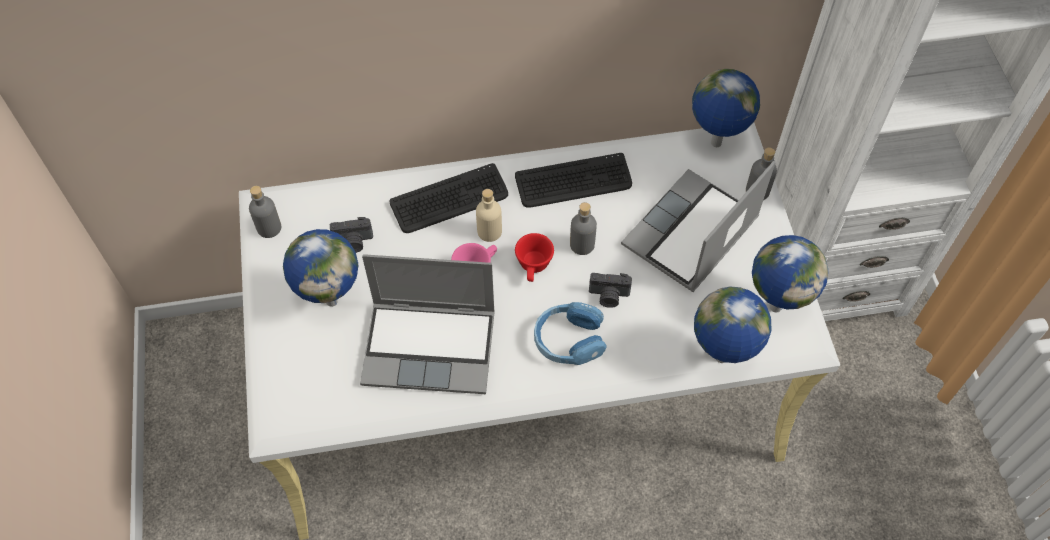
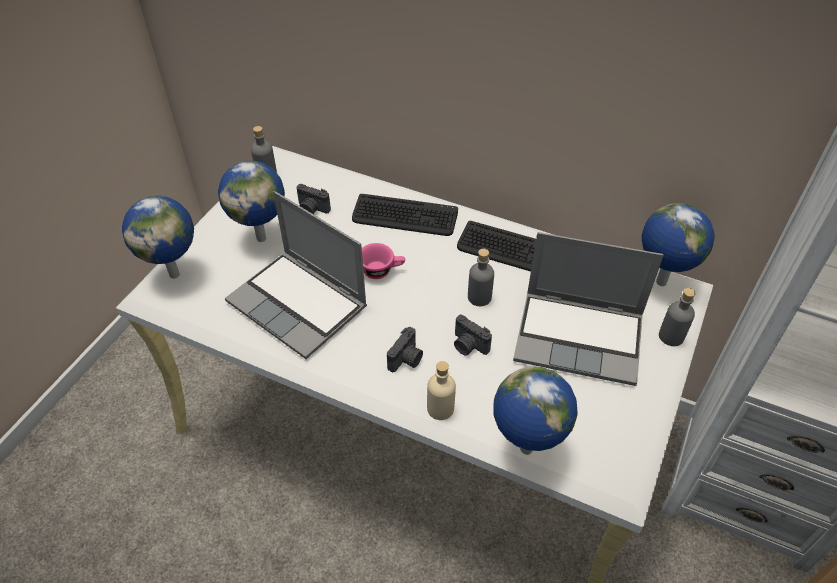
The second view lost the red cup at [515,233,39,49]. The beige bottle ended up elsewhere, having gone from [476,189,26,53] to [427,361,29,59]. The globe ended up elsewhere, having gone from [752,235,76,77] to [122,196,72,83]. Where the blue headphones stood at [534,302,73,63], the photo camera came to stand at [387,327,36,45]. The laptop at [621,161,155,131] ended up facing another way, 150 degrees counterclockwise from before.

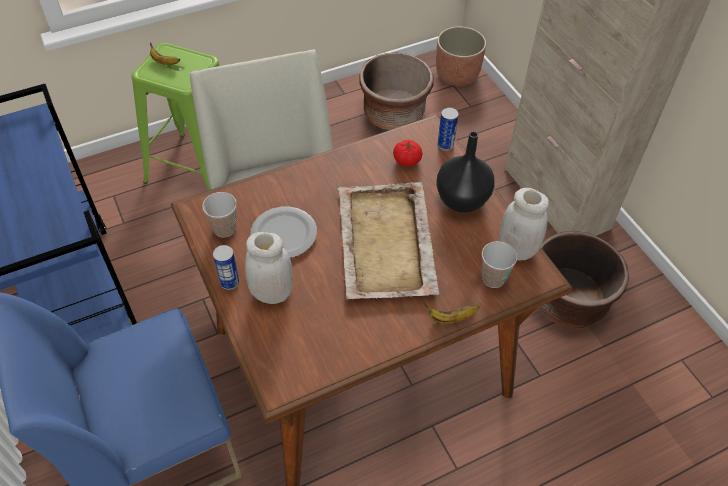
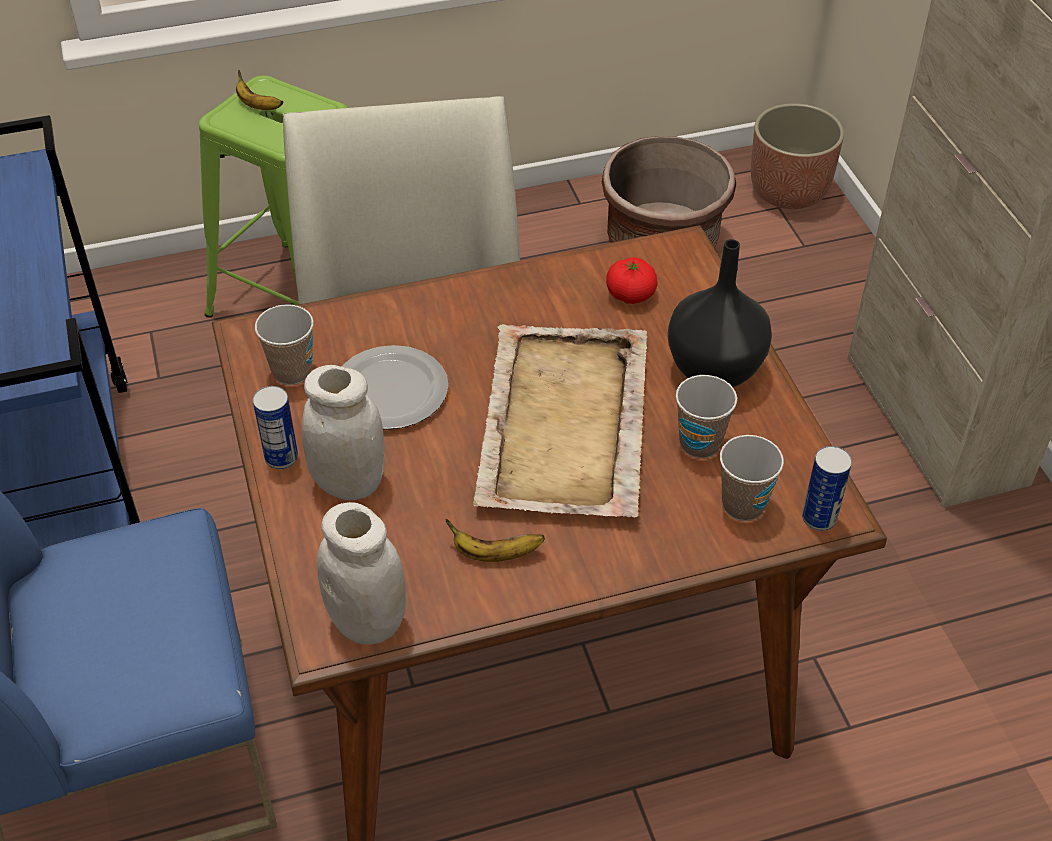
The second view lost the brown planter at [539,231,90,97]. The second view gained the cup at [676,375,61,83]. The banana ended up elsewhere, having gone from [424,303,56,21] to [445,519,100,43]. The can ended up elsewhere, having gone from [437,107,22,44] to [802,446,50,85]. The white jar ended up elsewhere, having gone from [500,188,49,72] to [317,502,89,143].

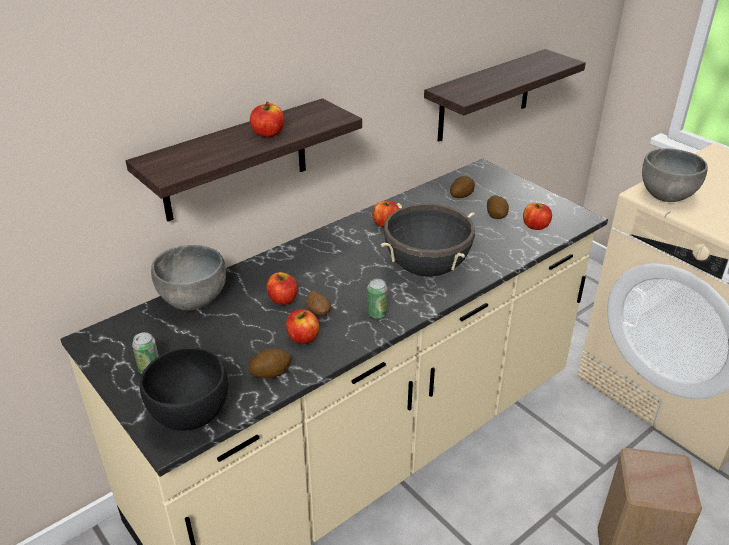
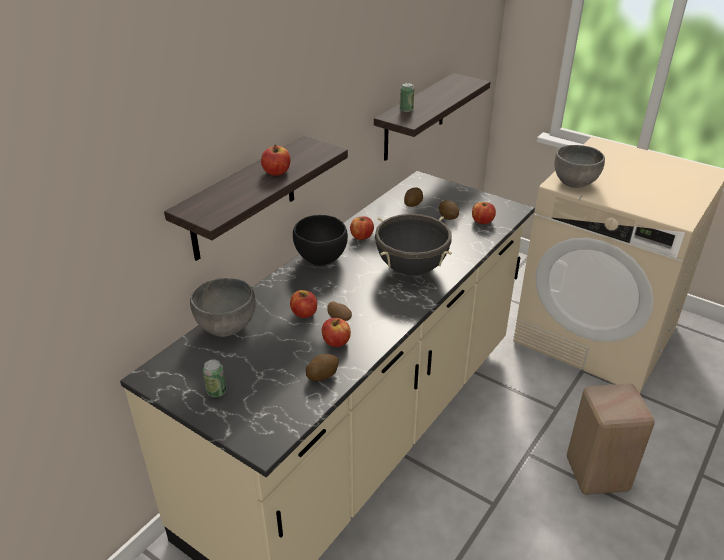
The black bowl ended up elsewhere, having gone from [140,347,88,84] to [293,215,55,51]. The can ended up elsewhere, having gone from [367,279,21,39] to [400,83,14,29].

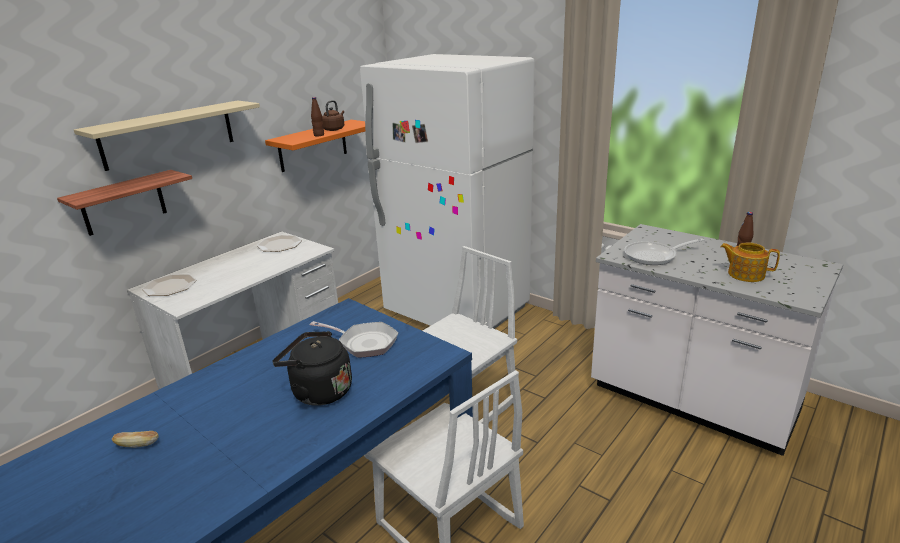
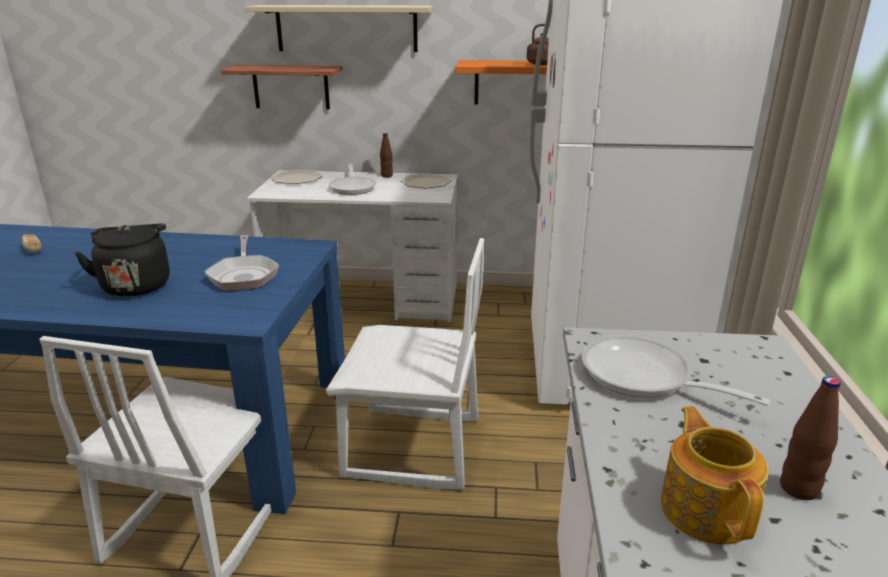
The second view gained the frying pan at [329,164,48,31]. The brown bottle ended up elsewhere, having gone from [311,97,13,40] to [380,133,13,44].

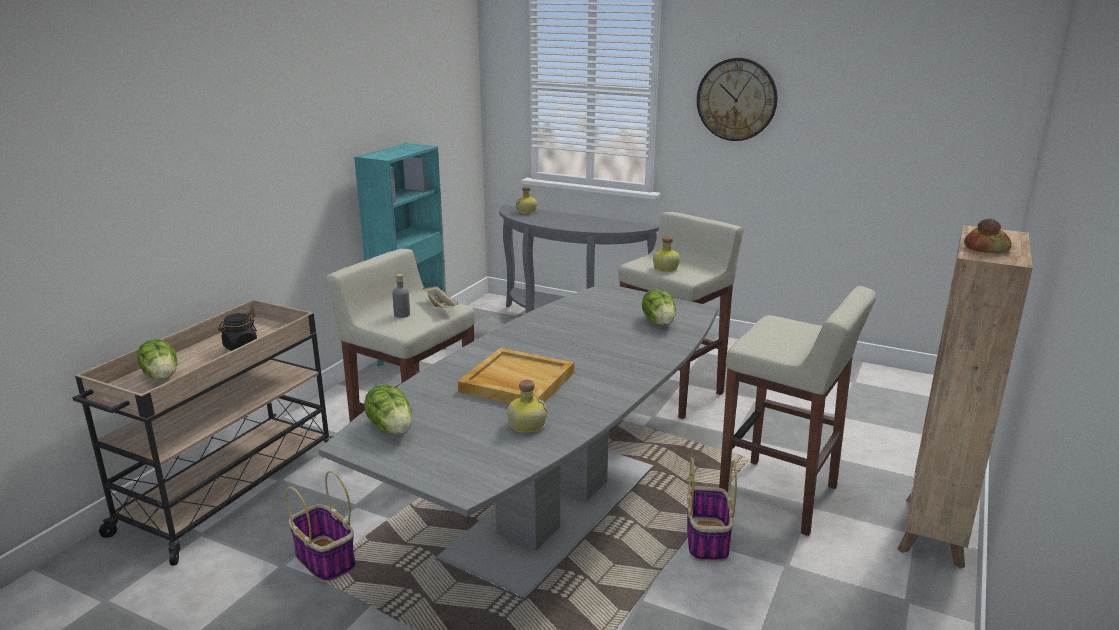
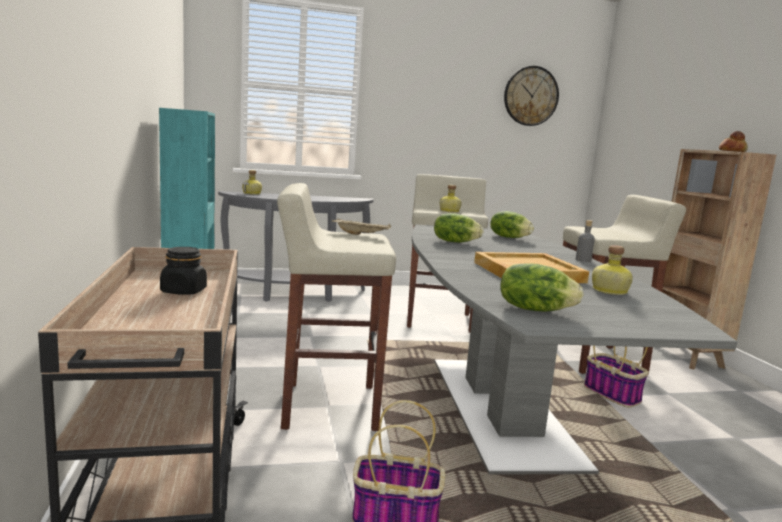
The lettuce ended up elsewhere, having gone from [137,339,40,41] to [434,213,49,29]. The grey bottle ended up elsewhere, having gone from [393,274,17,44] to [576,220,19,42]. The wall clock ended up elsewhere, having gone from [697,58,81,83] to [504,66,55,60].

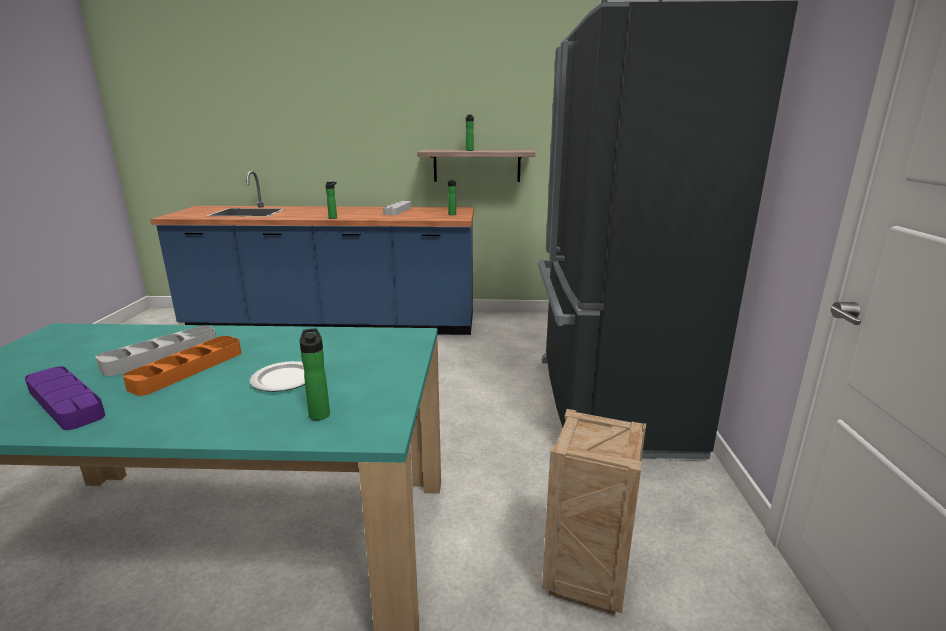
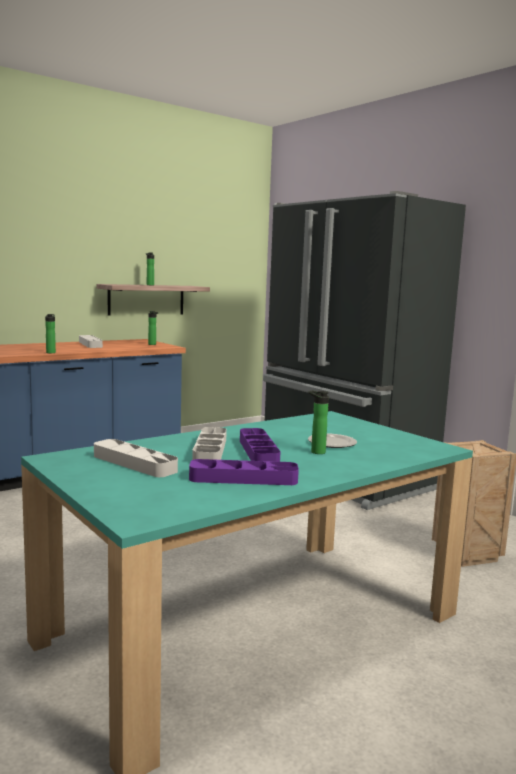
The second view gained the grey tray at [94,439,84,38]. The bottle ended up elsewhere, having gone from [299,328,31,92] to [308,390,21,64]. What was the orange tray at [123,336,118,60] turned into the purple tray at [240,428,41,34].

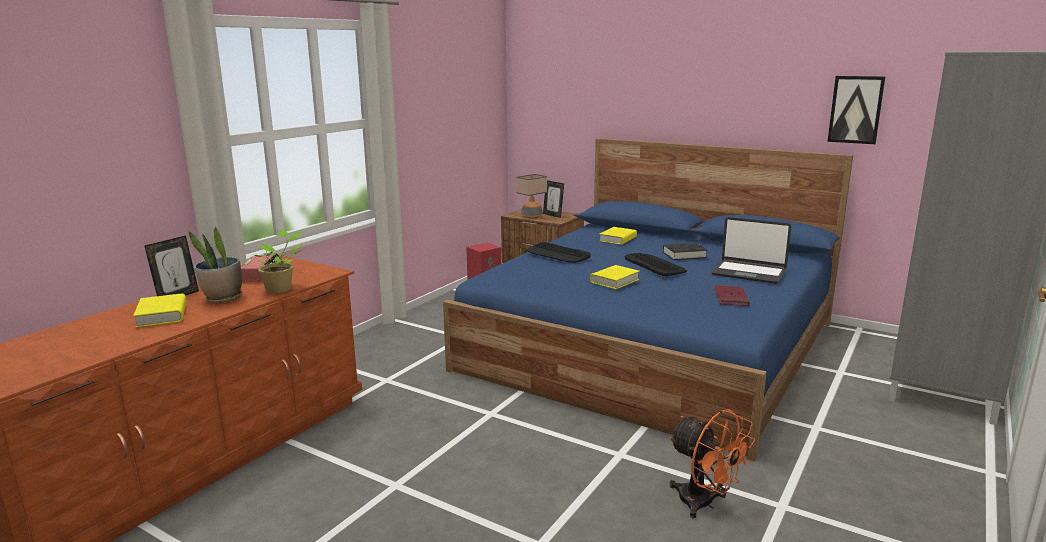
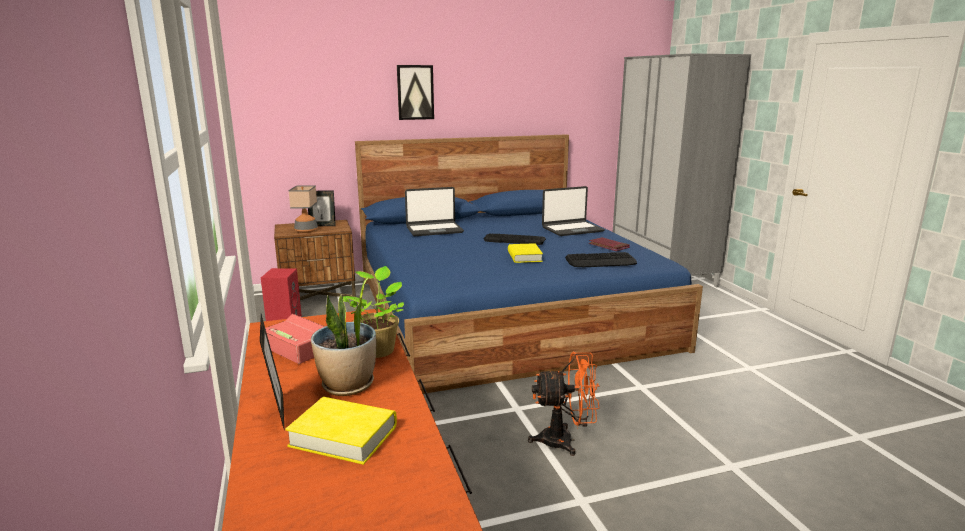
The second view lost the black book at [663,243,45,17]. The keyboard ended up elsewhere, having gone from [526,242,65,21] to [565,252,72,15]. The orange fan ended up elsewhere, having gone from [669,409,86,110] to [528,352,72,104]. The picture ended up elsewhere, having gone from [827,76,58,68] to [397,65,37,55]. Where the yellow book stood at [599,227,38,18], the laptop came to stand at [405,187,59,49].

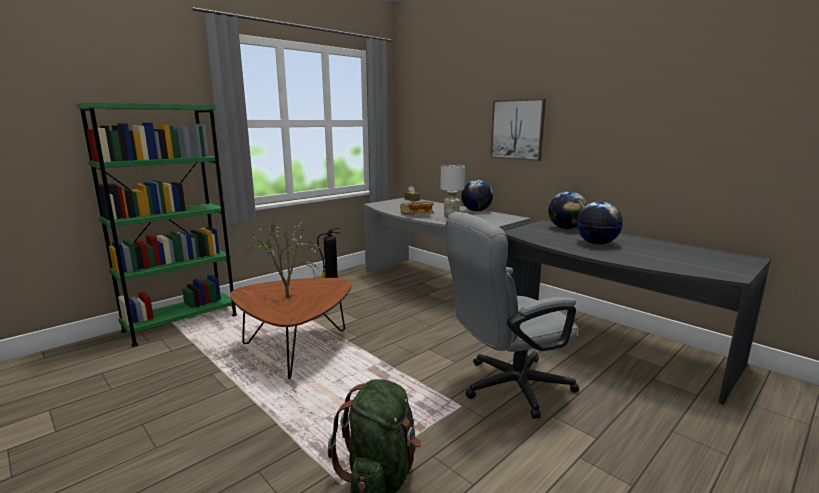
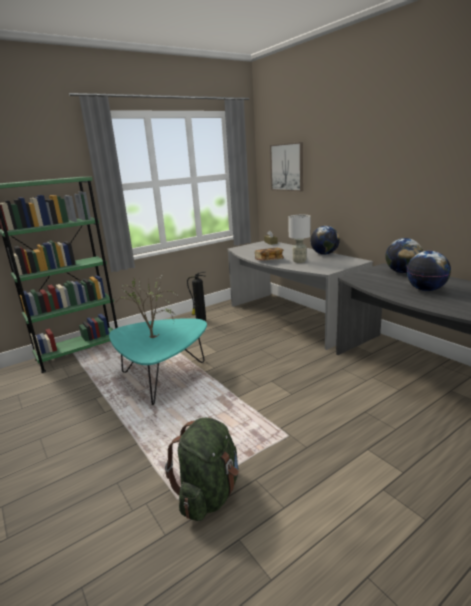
The second view lost the grey office chair at [446,212,133,207]. The picture ended up elsewhere, having gone from [490,99,56,62] to [270,142,33,49]. What was the brown coffee table at [230,278,121,101] turned into the turquoise coffee table at [109,318,98,87].

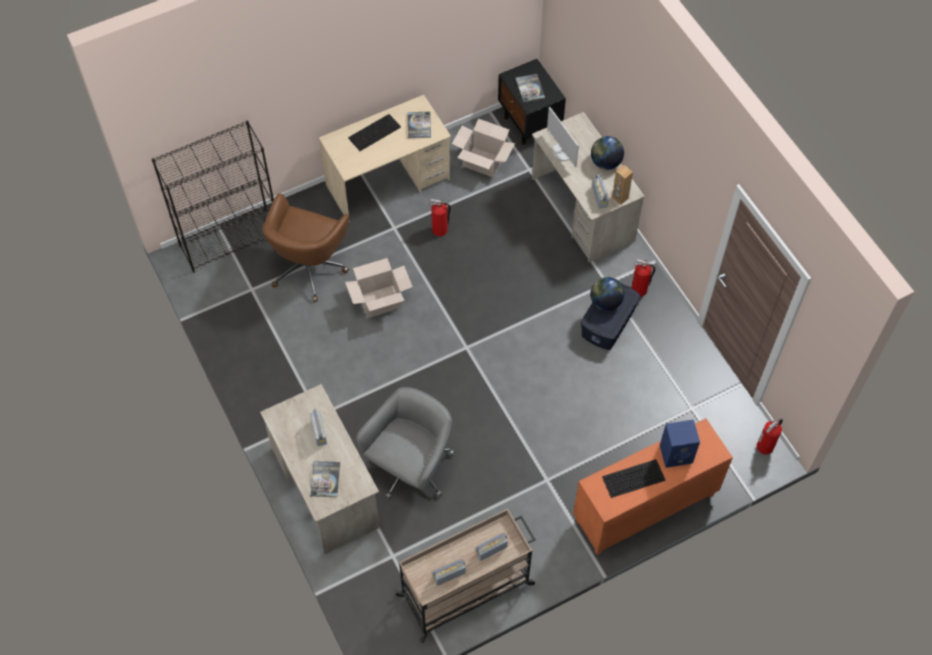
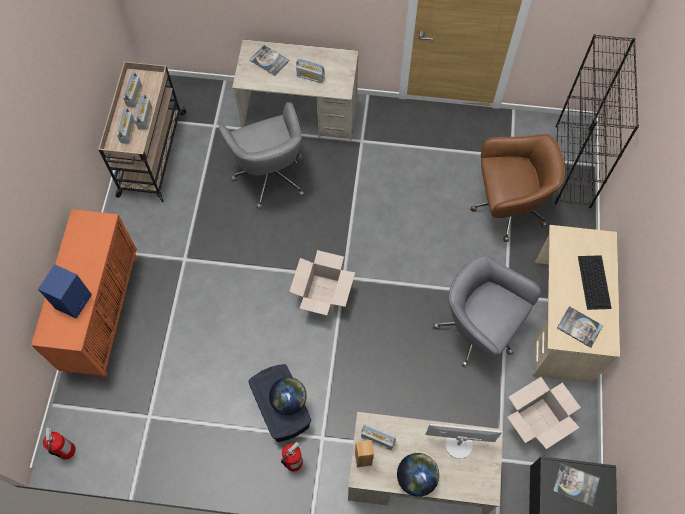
The second view lost the keyboard at [602,459,64,39]. The second view gained the radio at [135,95,17,35]. The cardboard box ended up elsewhere, having gone from [345,258,68,60] to [289,250,66,65]. Where the fire extinguisher stood at [429,199,22,38], the grey office chair came to stand at [433,255,108,113]. The brown office chair at [262,194,88,108] ended up facing another way, 120 degrees clockwise from before.

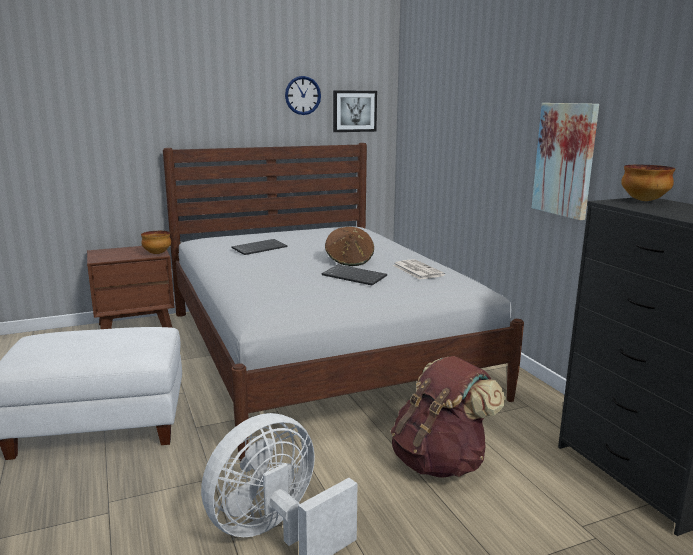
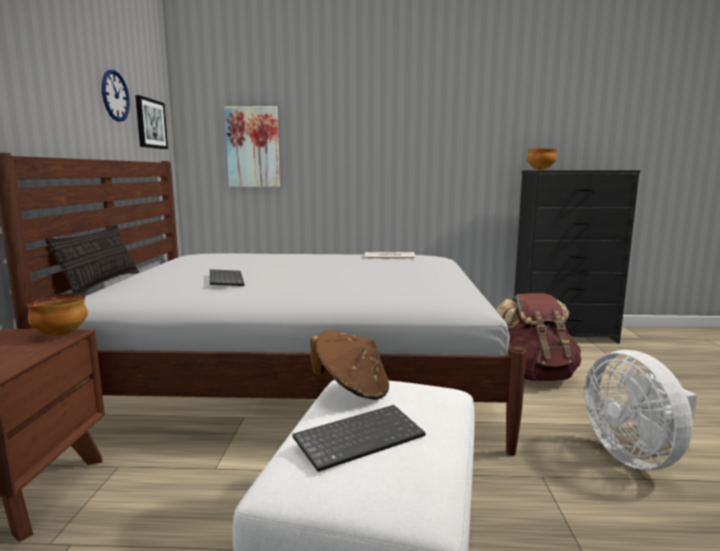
The second view gained the pillow at [45,224,94,71]. The keyboard ended up elsewhere, having gone from [322,264,65,21] to [293,405,133,67]. The brown hat ended up elsewhere, having gone from [325,227,49,39] to [310,330,79,70]. The picture ended up elsewhere, having gone from [532,103,67,117] to [225,106,55,81].

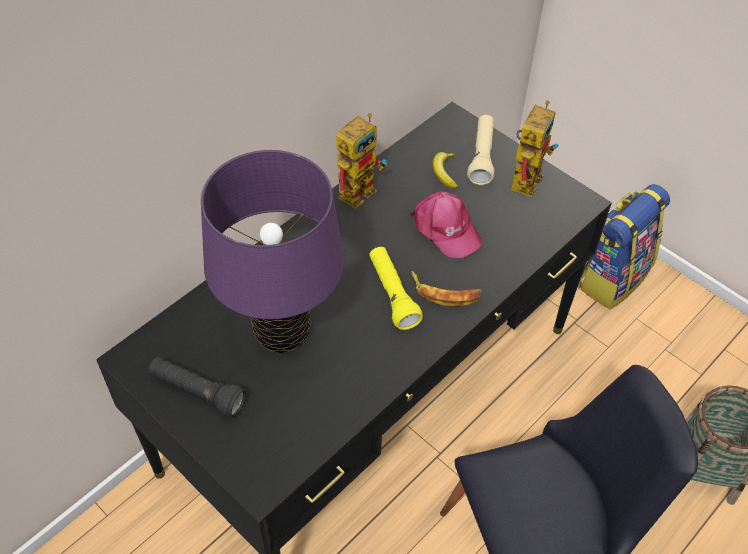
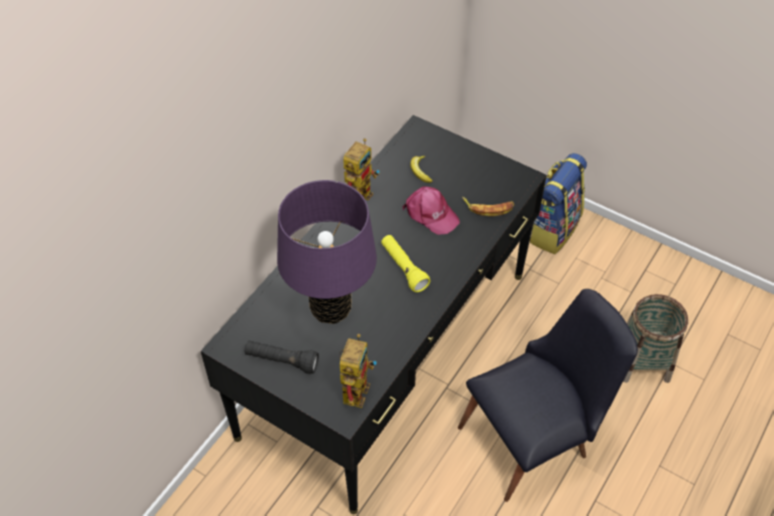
The second view lost the beige flashlight at [467,115,28,70]. The banana ended up elsewhere, having gone from [412,271,70,36] to [462,197,52,19]. The toy robot ended up elsewhere, having gone from [511,100,47,97] to [339,334,38,74].

